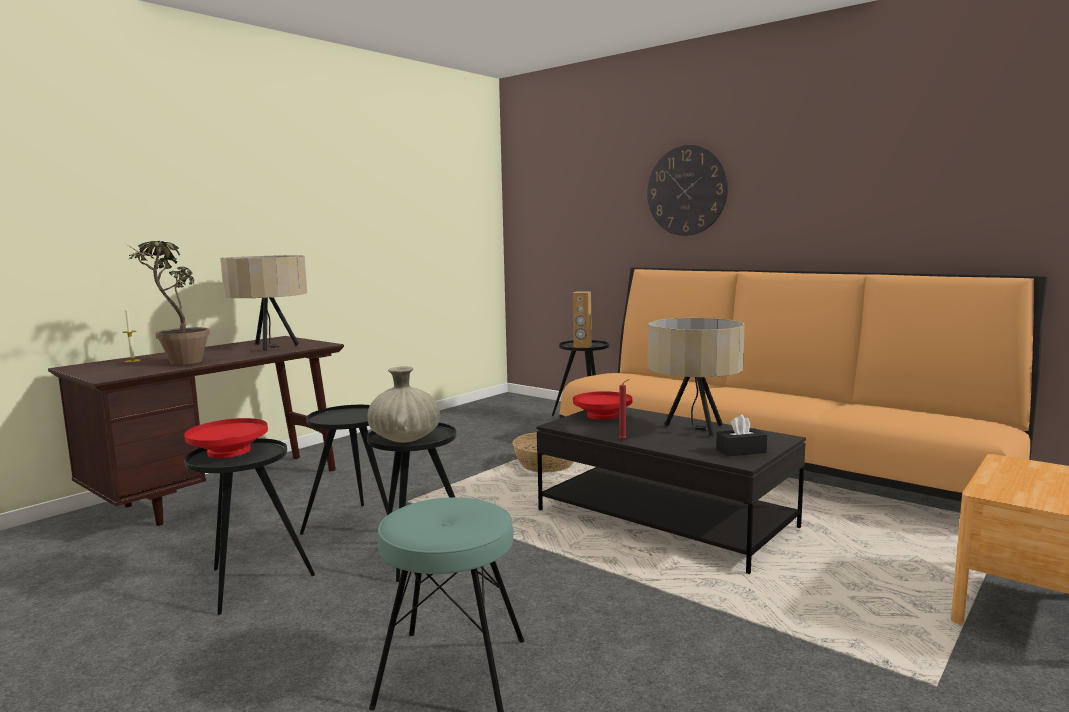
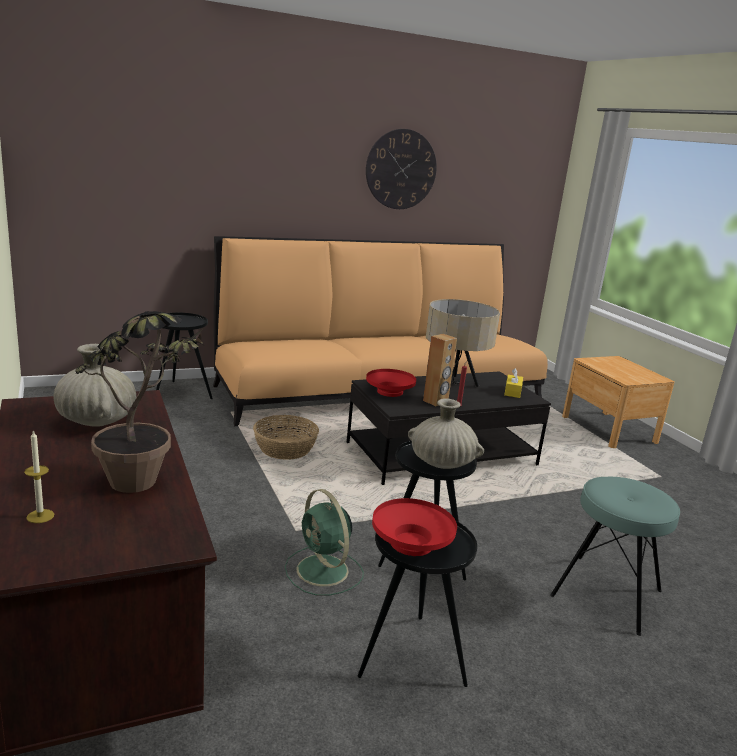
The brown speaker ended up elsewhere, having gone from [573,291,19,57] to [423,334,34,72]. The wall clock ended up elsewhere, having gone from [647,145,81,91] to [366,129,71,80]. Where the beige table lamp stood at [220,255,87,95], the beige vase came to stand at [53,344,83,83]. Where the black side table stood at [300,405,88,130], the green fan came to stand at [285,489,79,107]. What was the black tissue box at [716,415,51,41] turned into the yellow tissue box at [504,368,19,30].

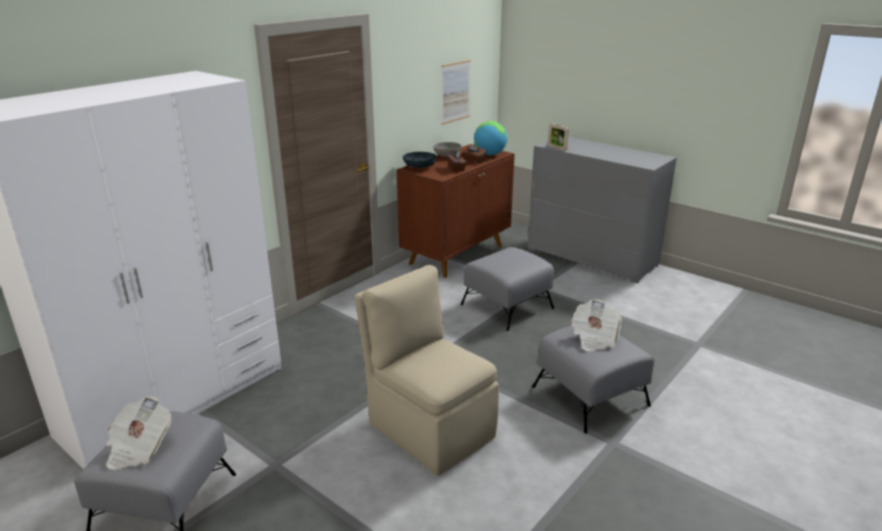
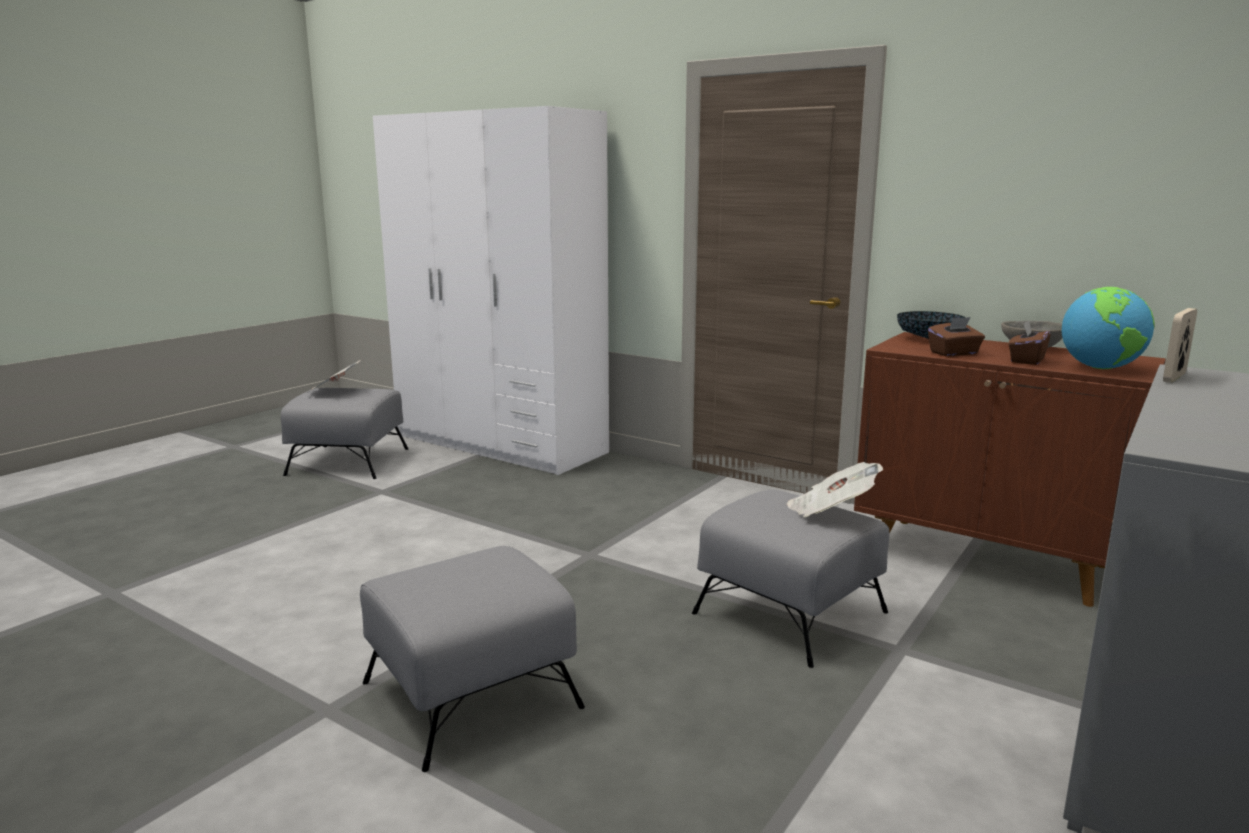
The second view lost the beige chair at [354,265,145,210]. The second view lost the picture at [441,60,30,65]. The newspaper ended up elsewhere, having gone from [571,299,51,52] to [786,462,97,55].

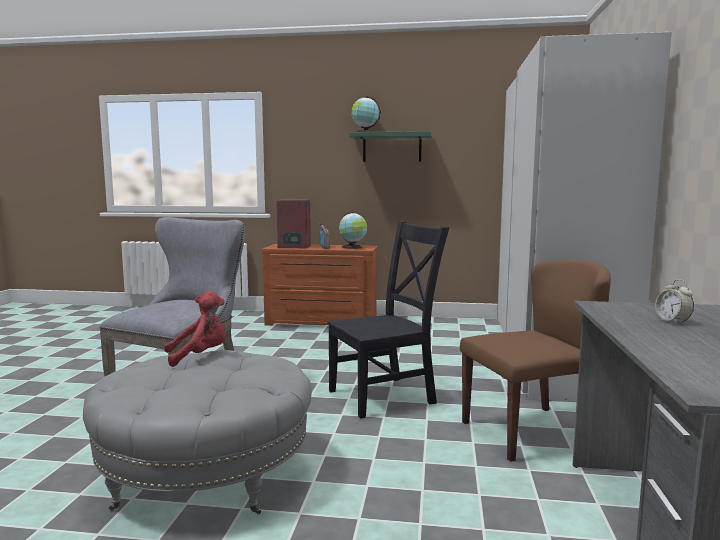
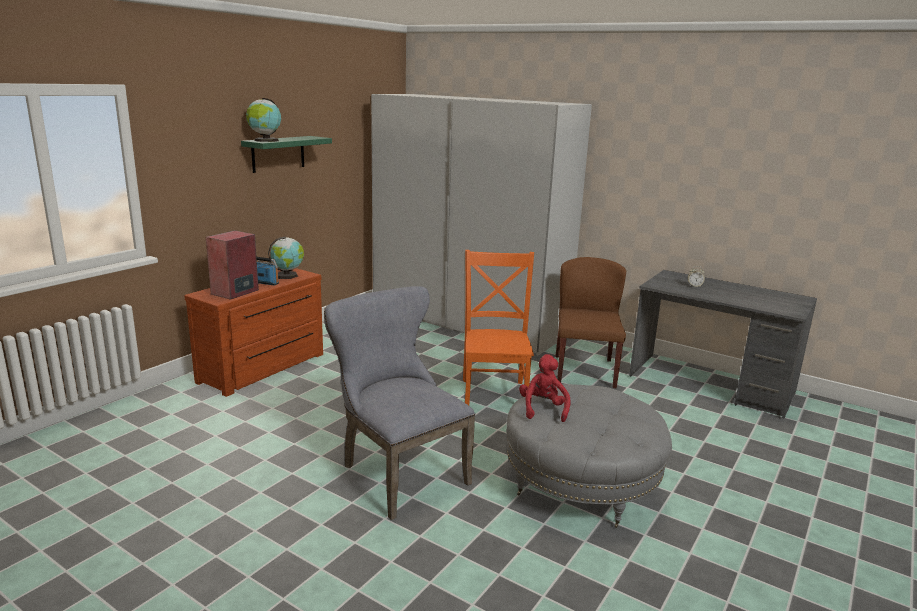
What was the black chair at [327,221,123,198] turned into the orange chair at [463,250,71,155].

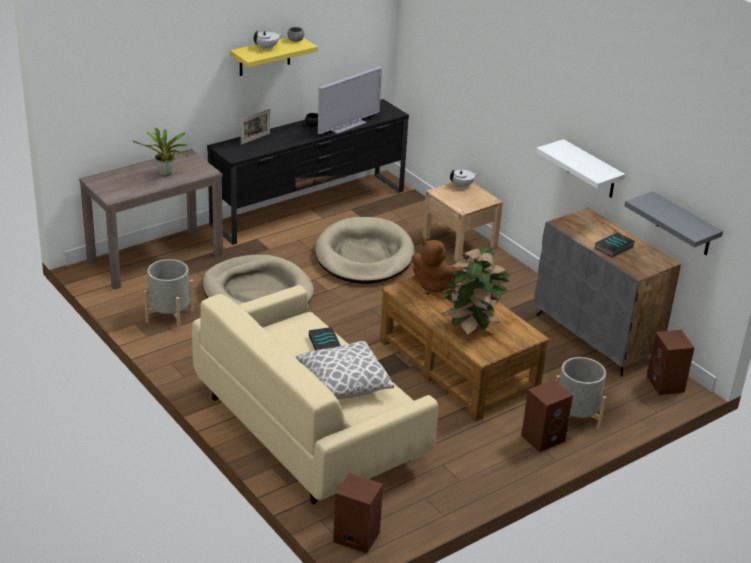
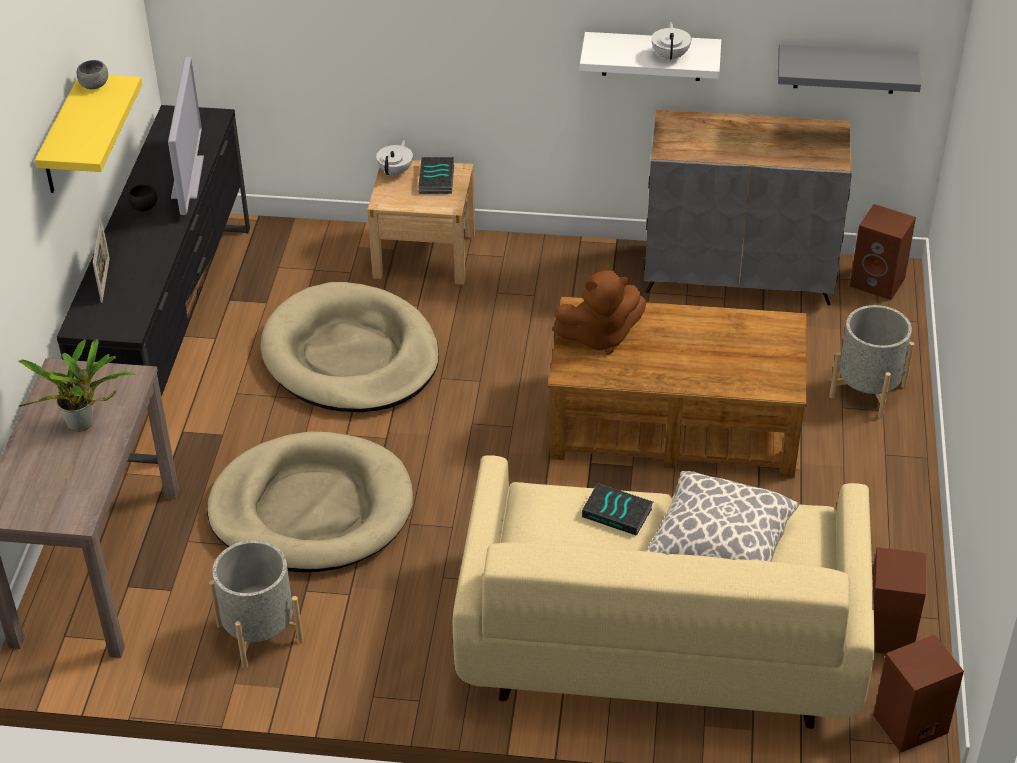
The second view lost the potted plant at [441,246,69,90]. The white teapot ended up elsewhere, having gone from [254,31,29,19] to [651,22,40,40]. The brown speaker ended up elsewhere, having gone from [521,380,52,72] to [872,547,54,107]. The book ended up elsewhere, having gone from [595,232,40,26] to [418,157,36,37].

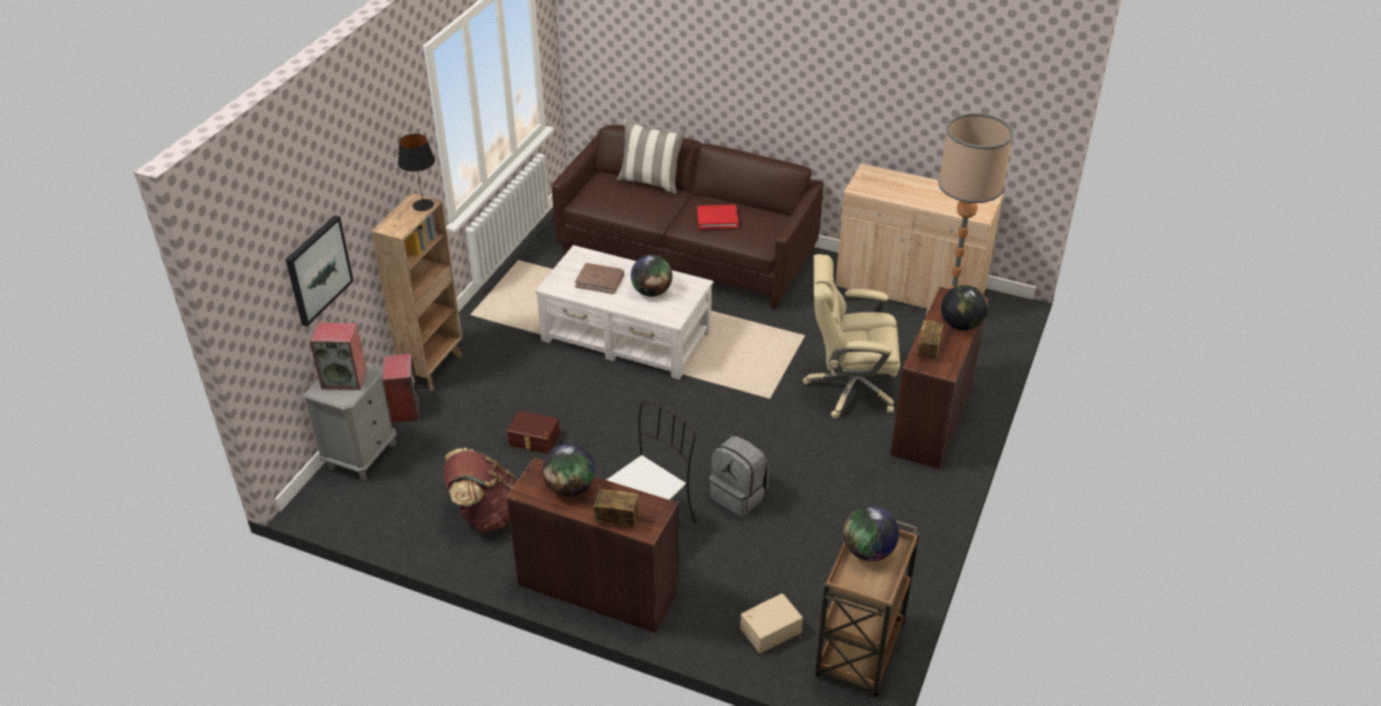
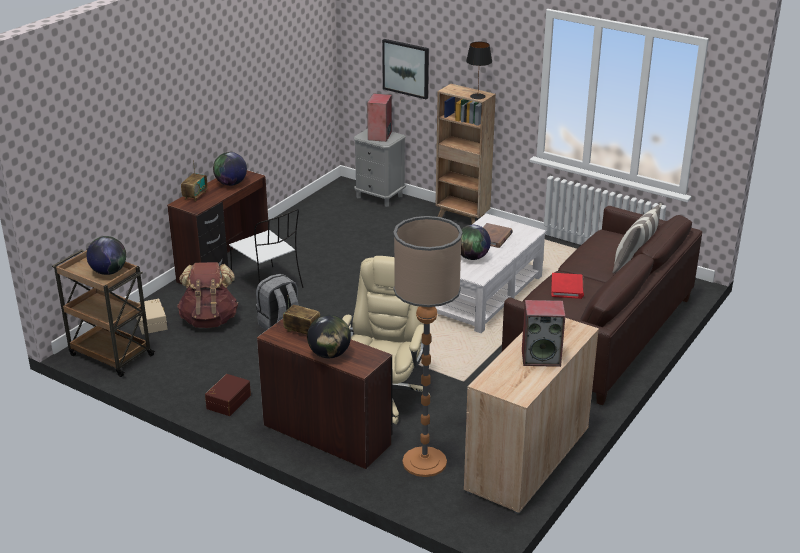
The speaker ended up elsewhere, having gone from [382,354,37,69] to [522,300,43,67]. The brown backpack ended up elsewhere, having gone from [443,448,75,83] to [177,262,61,66]. The brown storage box ended up elsewhere, having gone from [507,411,53,43] to [205,374,46,42].

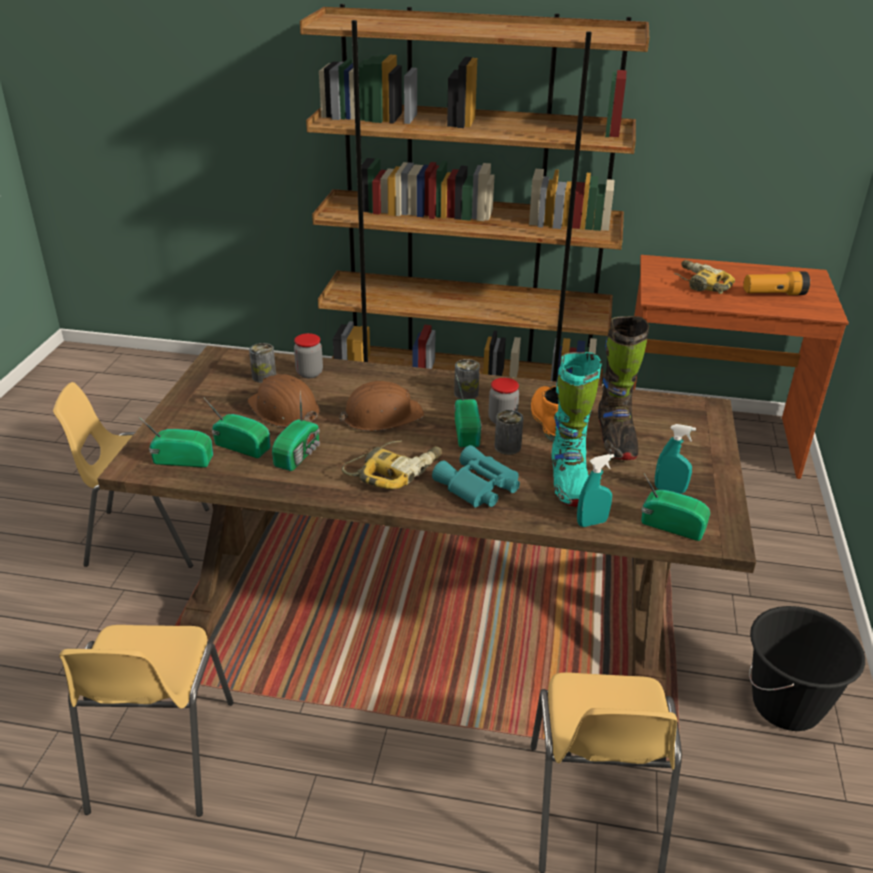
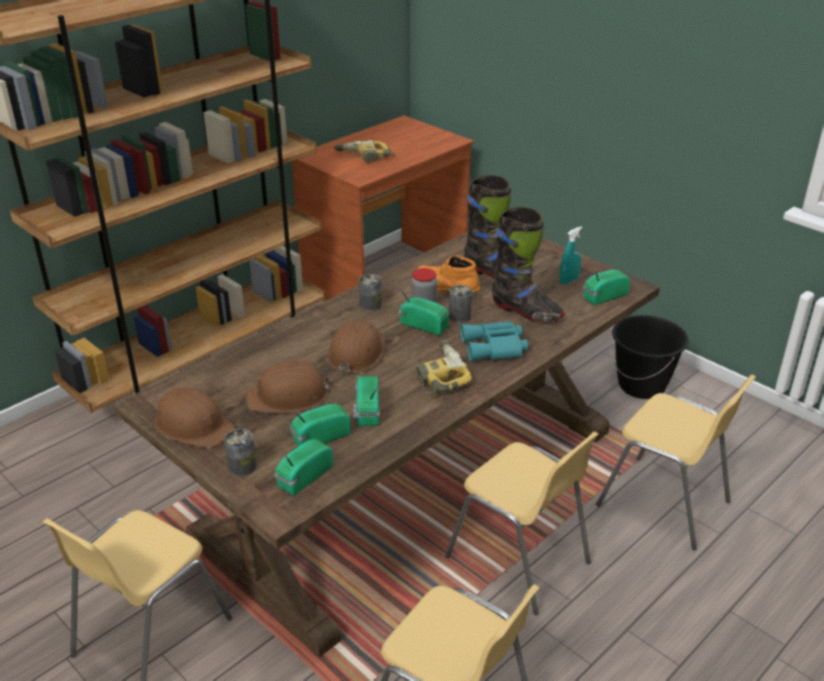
The second view lost the jar at [294,333,29,45]. The second view lost the turquoise spray bottle at [577,454,37,73]. The second view lost the flashlight at [743,271,67,24]. The second view gained the brown hard hat at [154,387,81,61]. The second view gained the yellow chair at [445,432,154,183]. The can ended up elsewhere, having gone from [249,343,27,40] to [224,429,33,47]. What was the turquoise boot at [551,352,51,155] turned into the black boot at [492,207,72,116]. The radio at [272,392,48,79] ended up facing another way, 150 degrees counterclockwise from before.

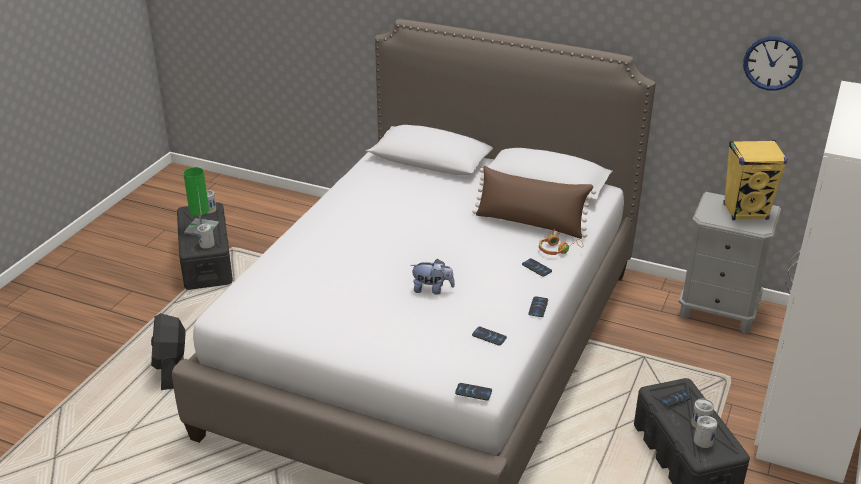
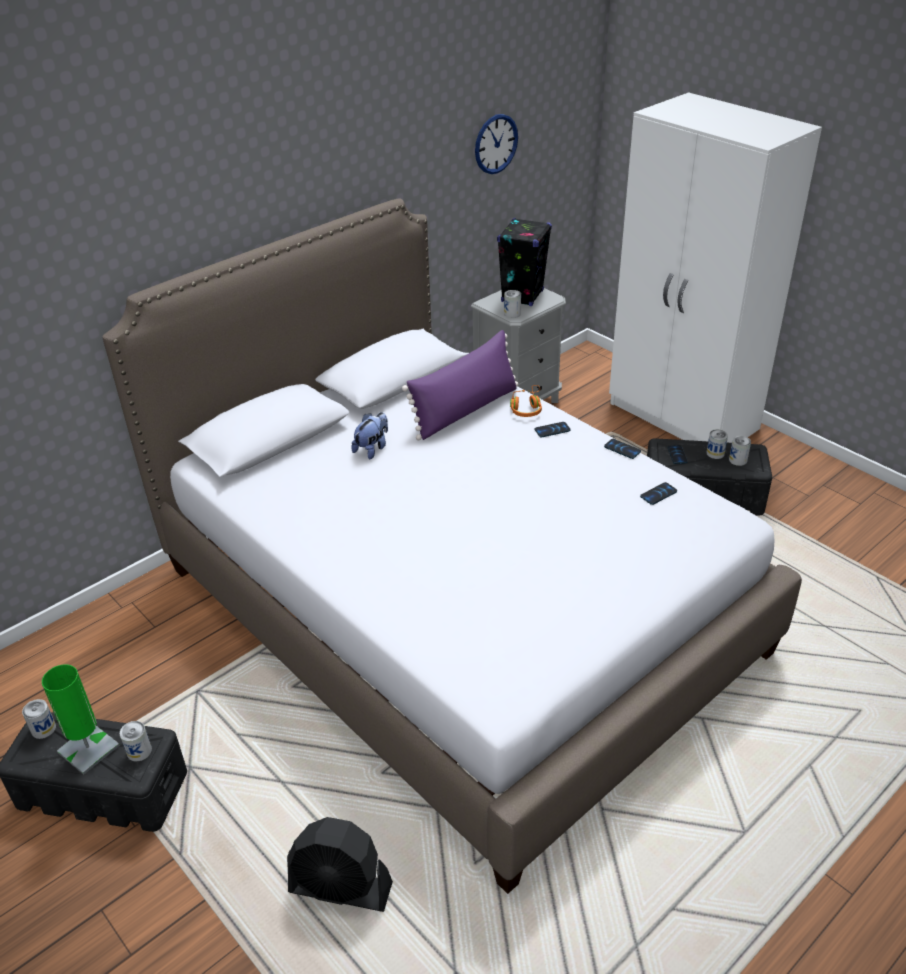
The second view lost the phone at [455,383,37,18]. The second view gained the can at [504,290,17,28]. The plush toy ended up elsewhere, having gone from [411,259,44,36] to [351,412,37,47]. What was the brown pillow at [472,166,124,73] turned into the purple pillow at [402,330,116,110]. What was the yellow speaker at [723,140,65,80] turned into the black speaker at [497,218,55,88].

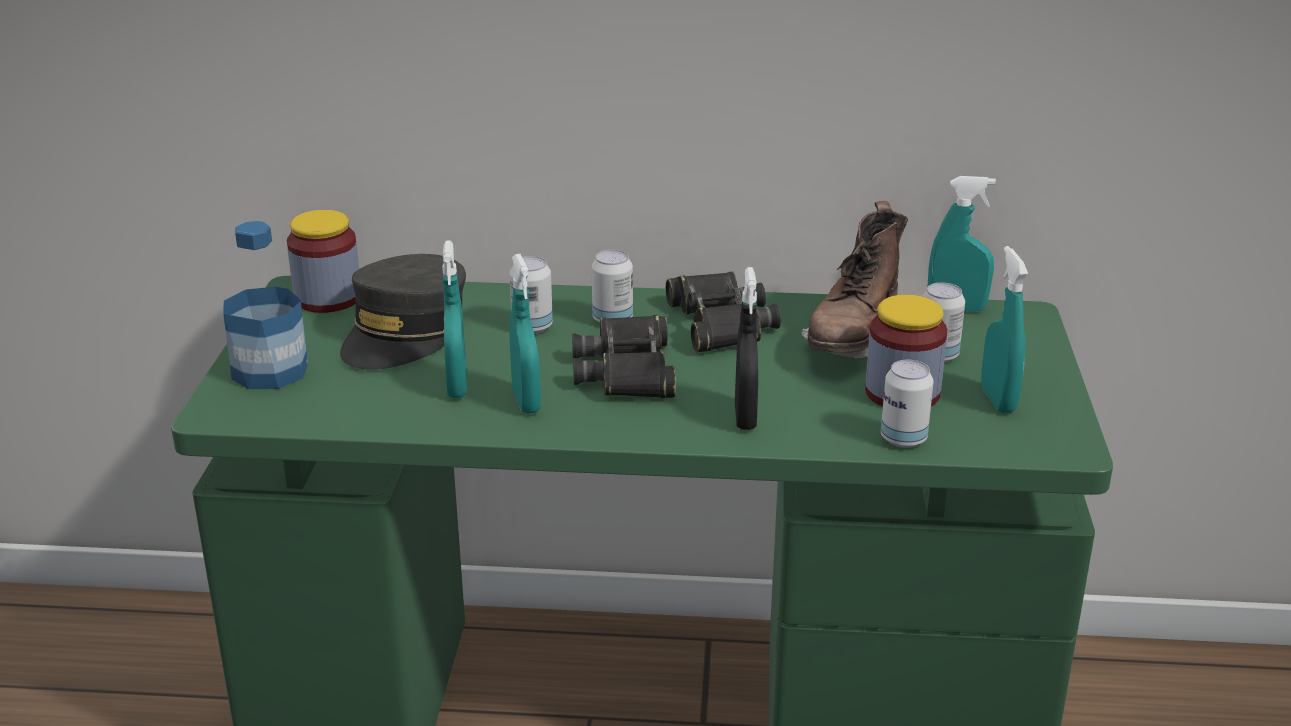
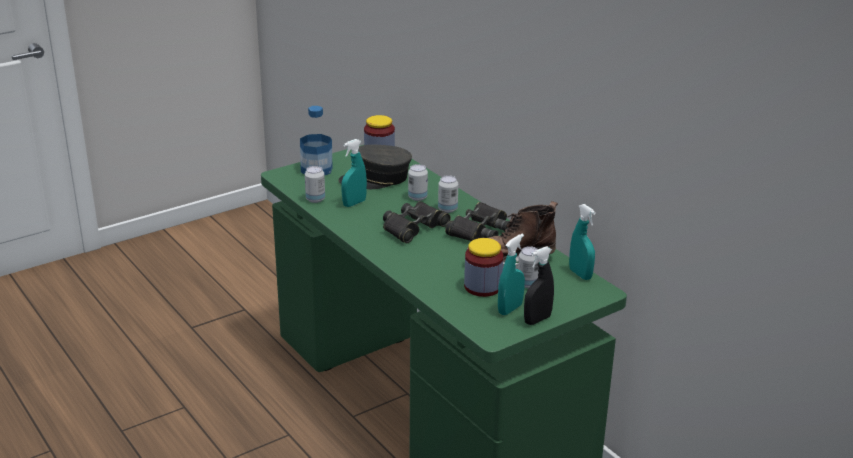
The second view lost the turquoise spray bottle at [509,254,32,160]. The black spray bottle ended up elsewhere, having gone from [735,267,23,163] to [524,246,30,79]. The can ended up elsewhere, having gone from [881,360,53,88] to [305,166,20,37].

